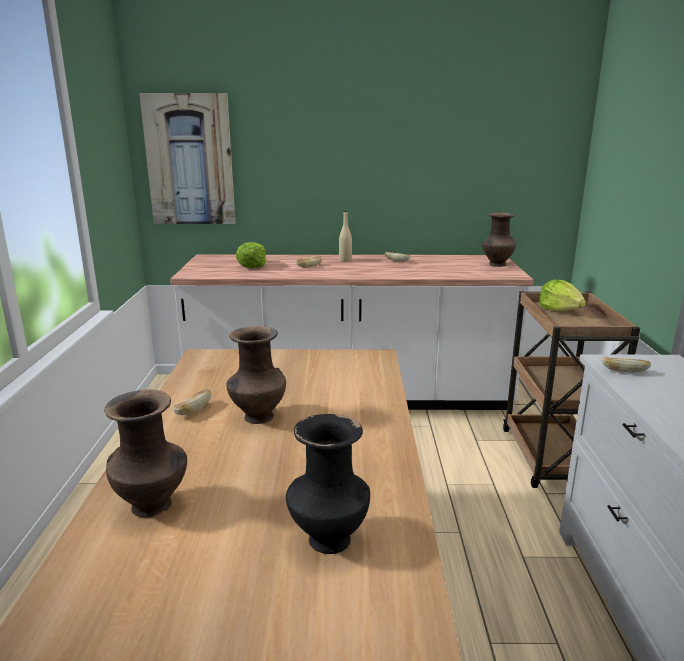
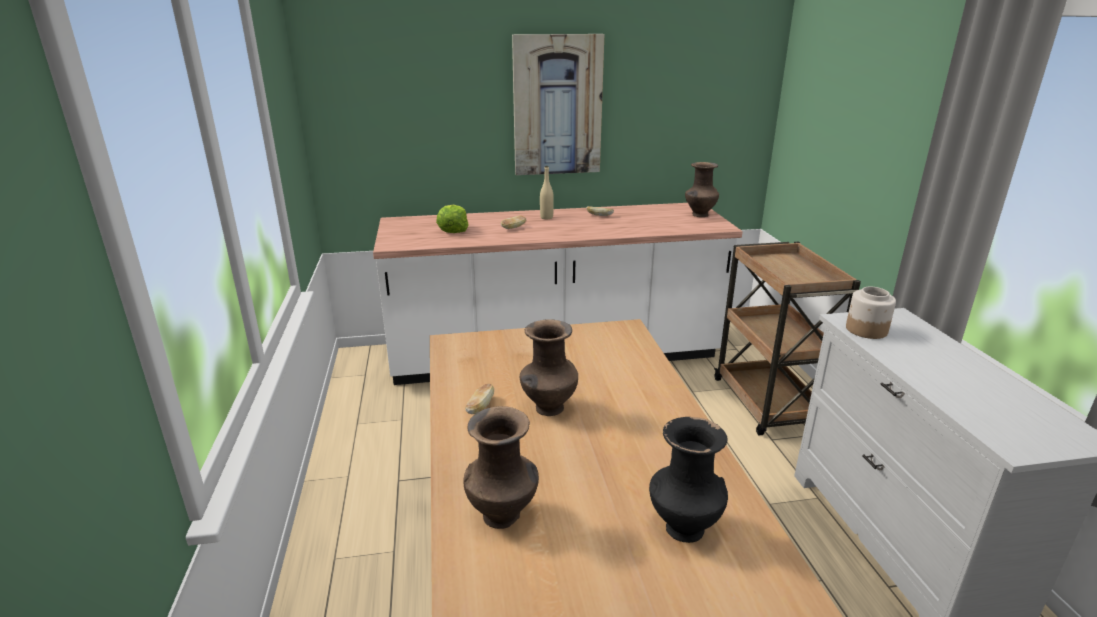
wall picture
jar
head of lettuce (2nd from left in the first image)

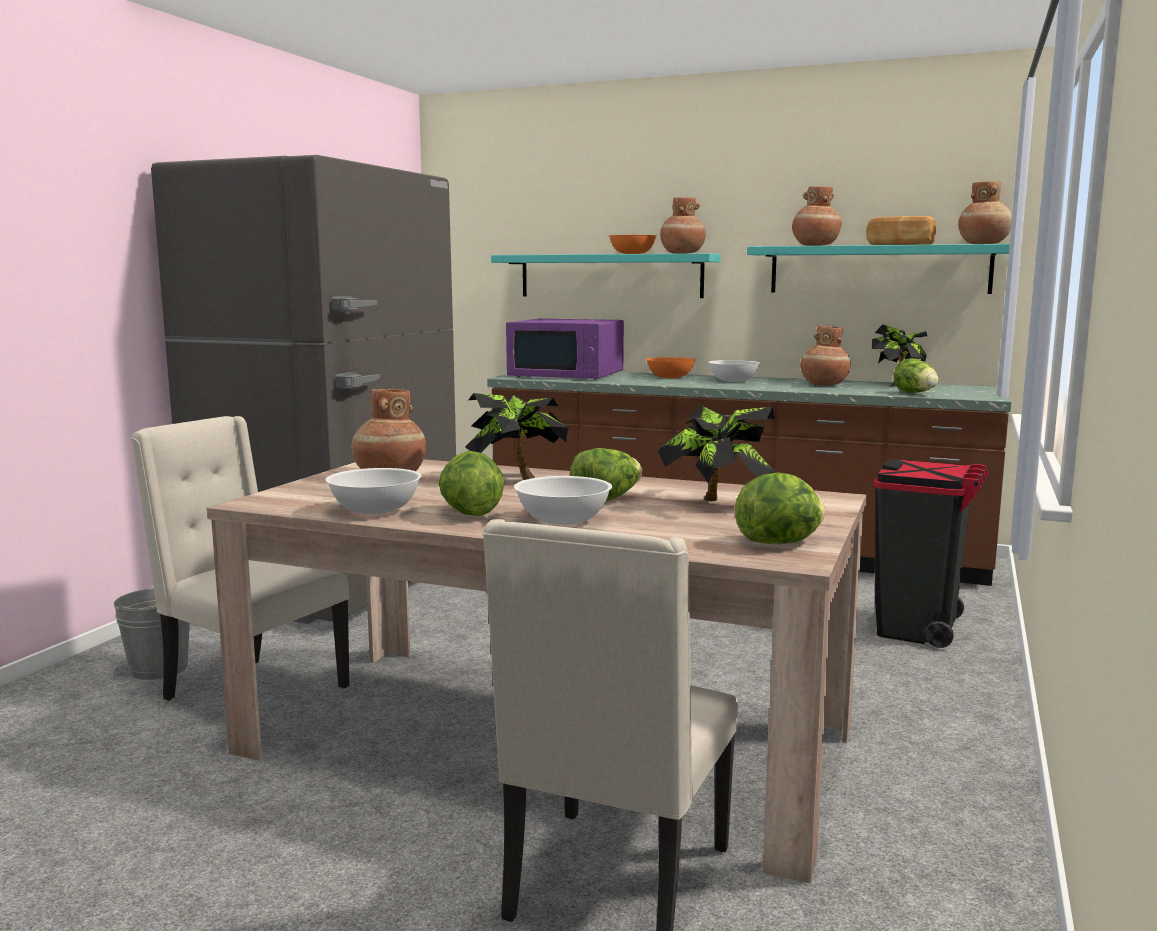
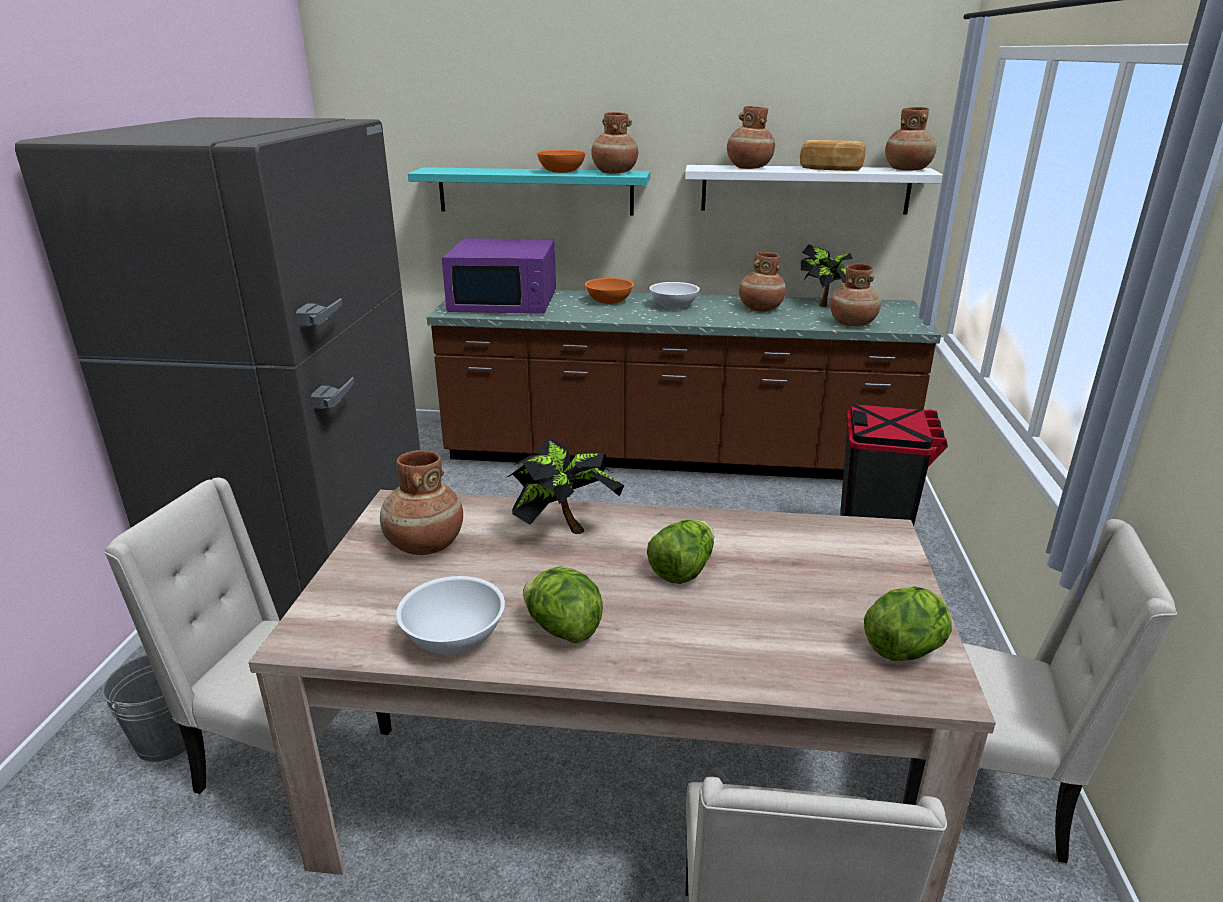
white wall shelf
brown flower vase (5th from left)
beige-coloured plain chair (3rd from left)
white serving bowl (2nd from left in the first image)
plant in a pot (2nd from left in the first image)

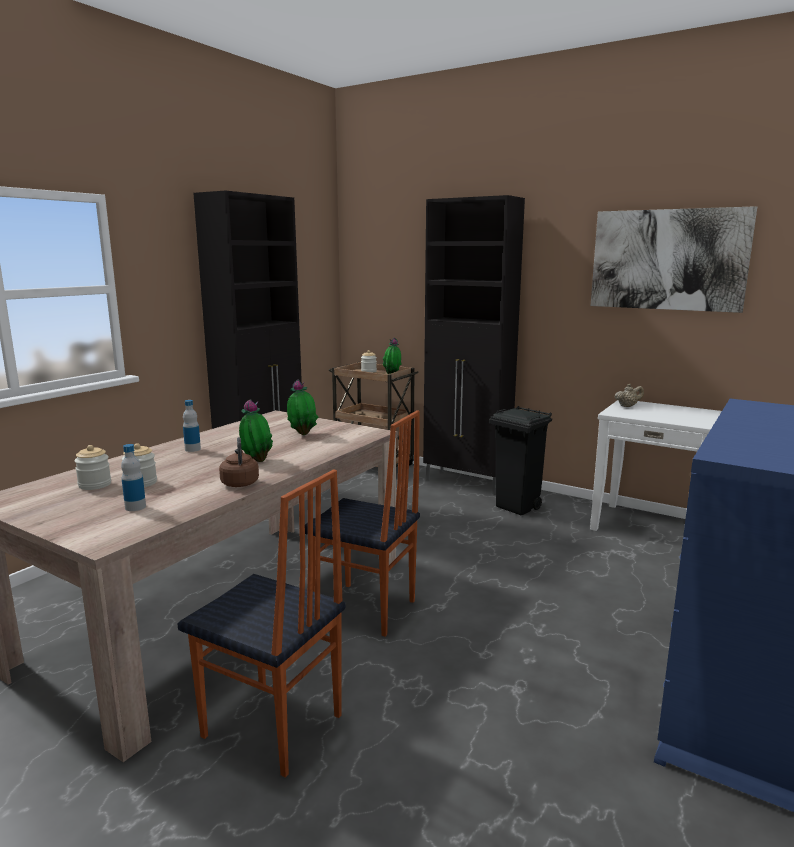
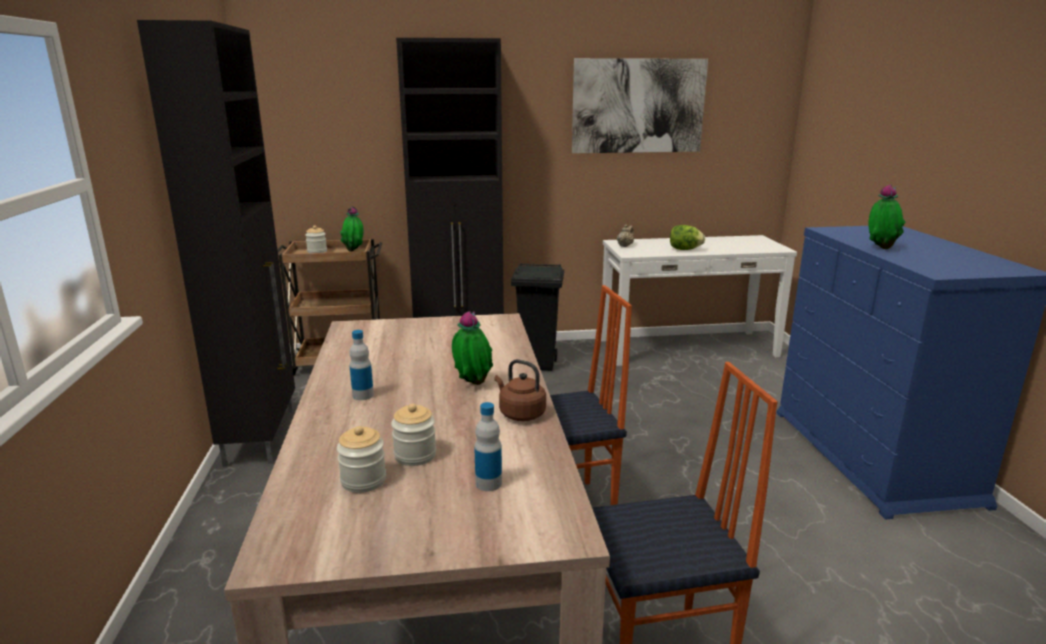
head of lettuce
plant in a pot (3rd from left)

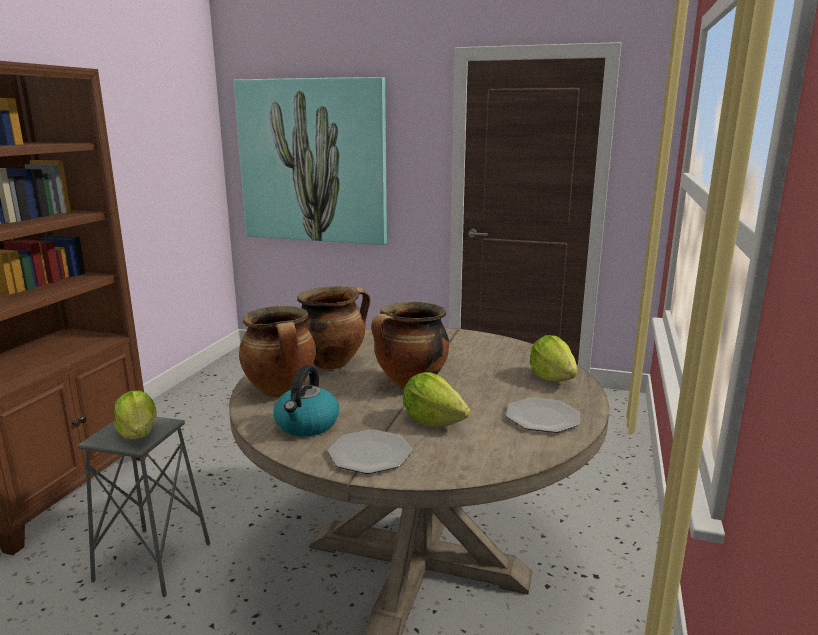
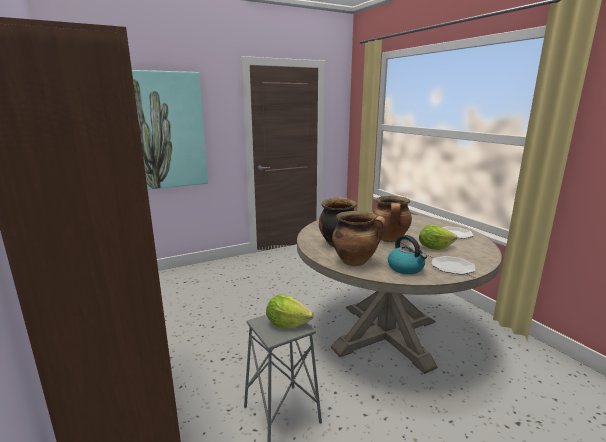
head of lettuce (3rd from left in the first image)

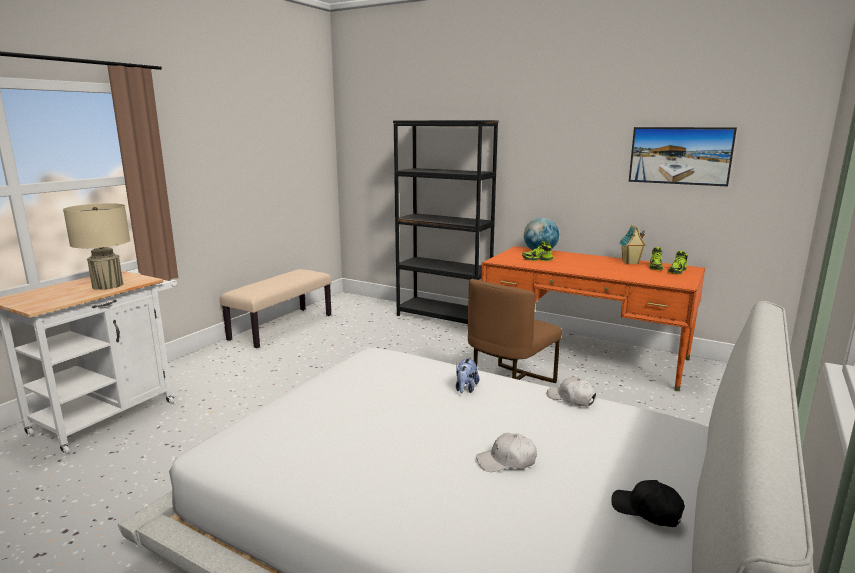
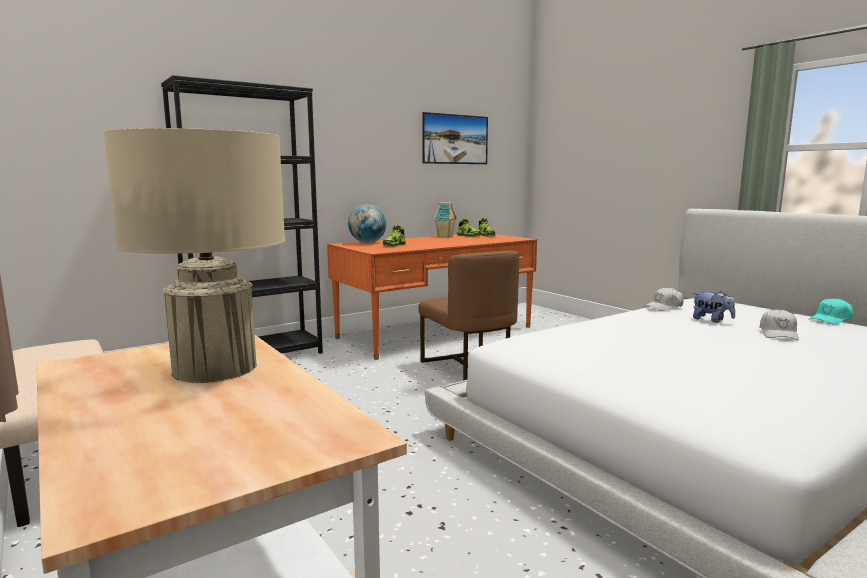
cuddly toy
blue-green cap

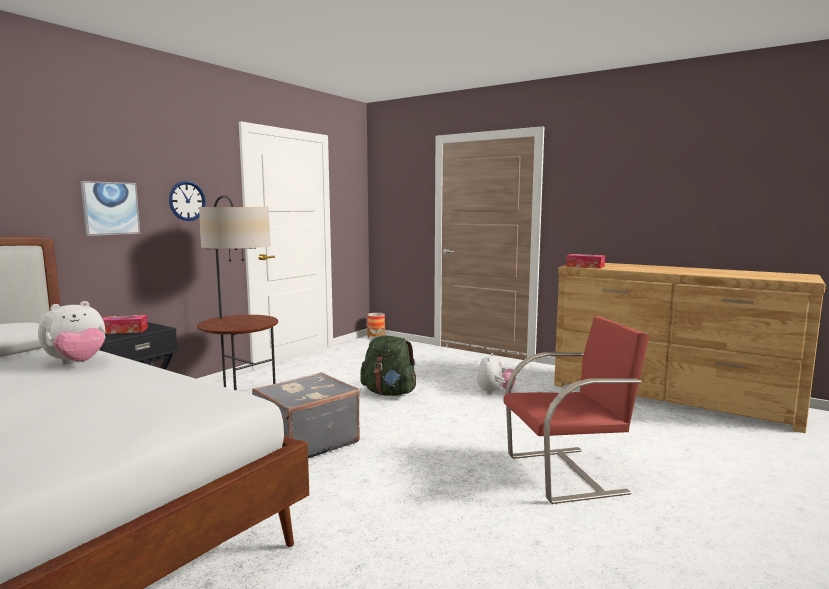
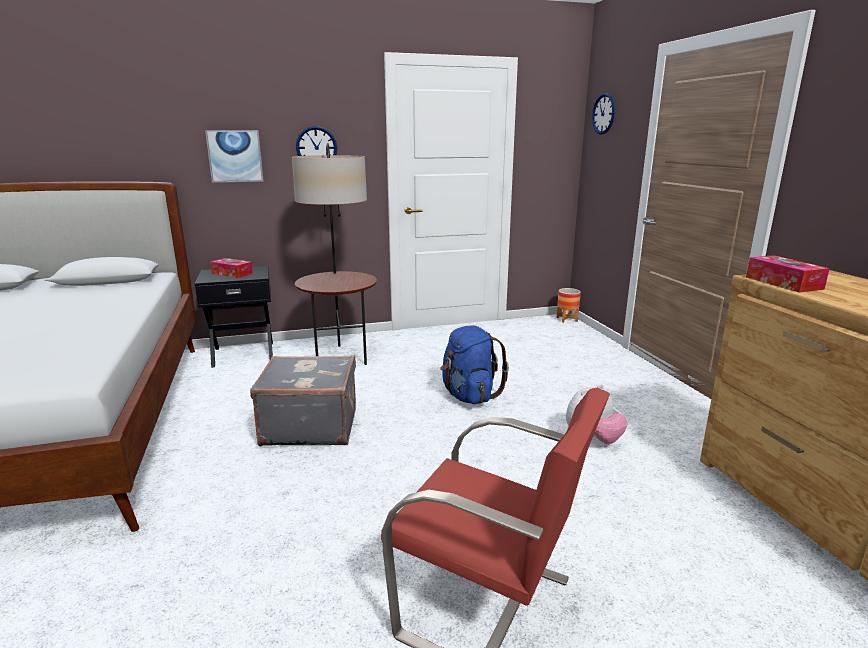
bluish rucksack
clock on the wall (2nd from left)
cuddly toy (1st from left in the first image)

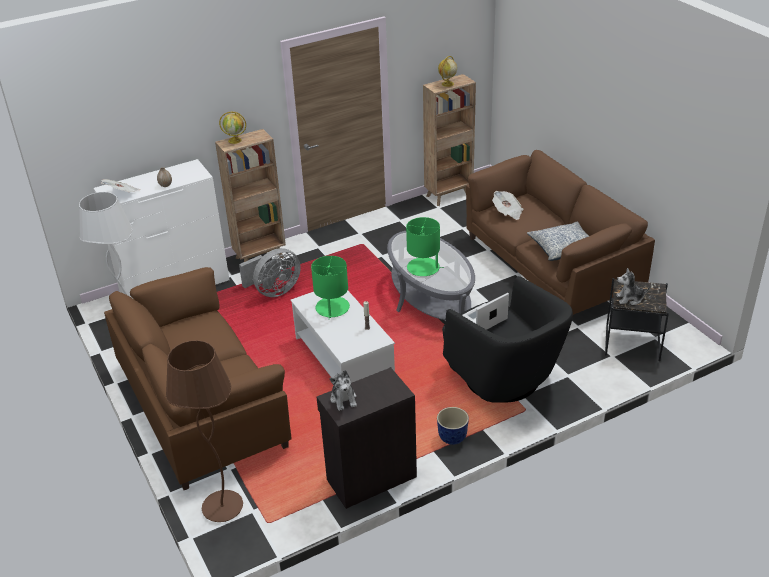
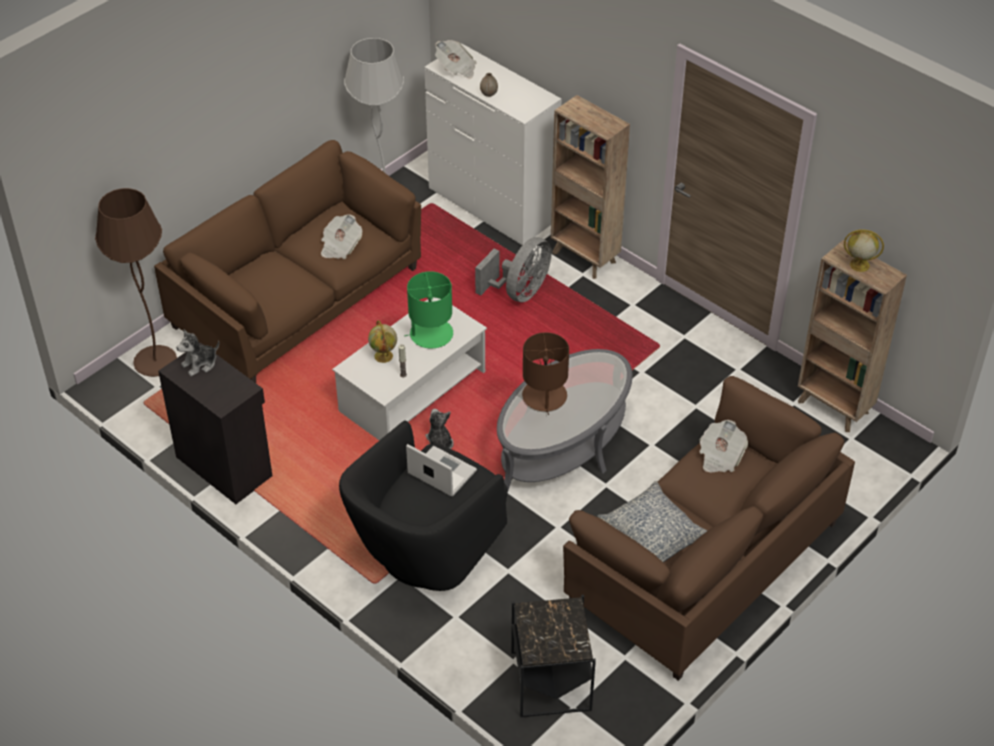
daily paper (1st from left)
world globe (1st from left)
cuddly toy (2nd from left)
grey fan
brown table lamp
planter

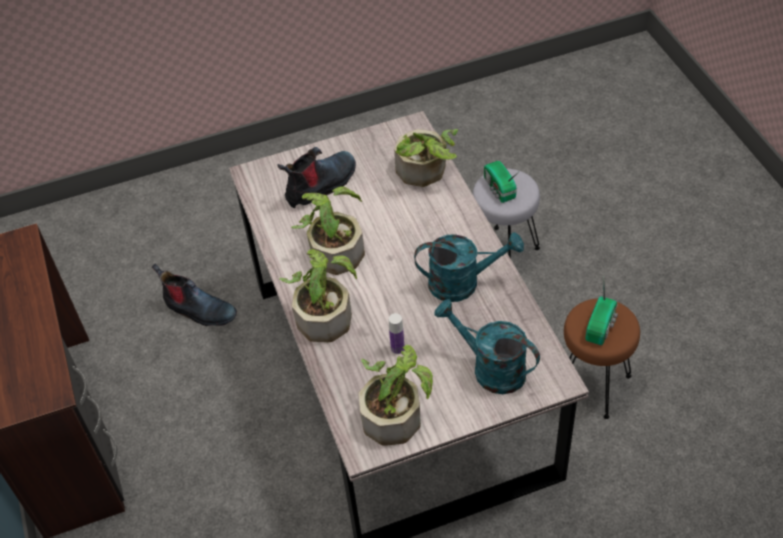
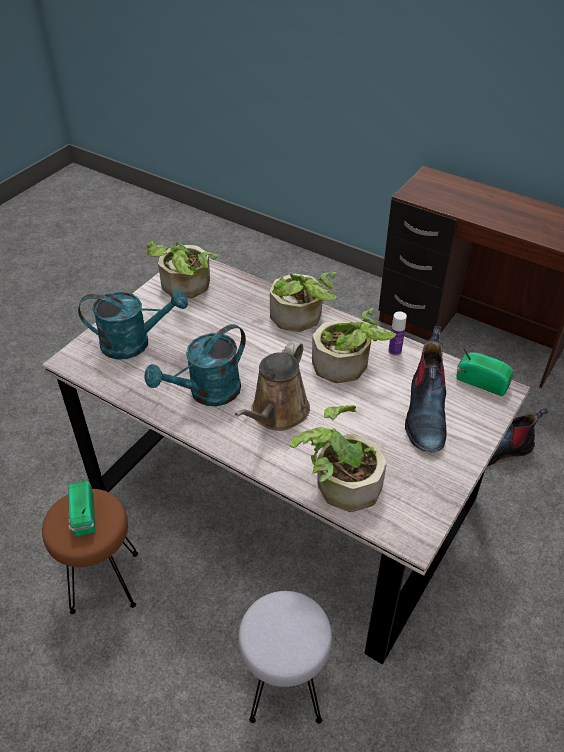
brown watering pot
bottle
radio receiver (2nd from left)

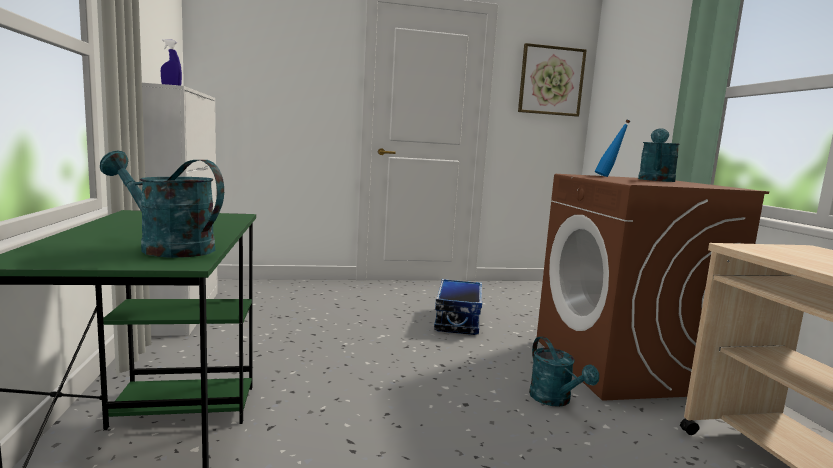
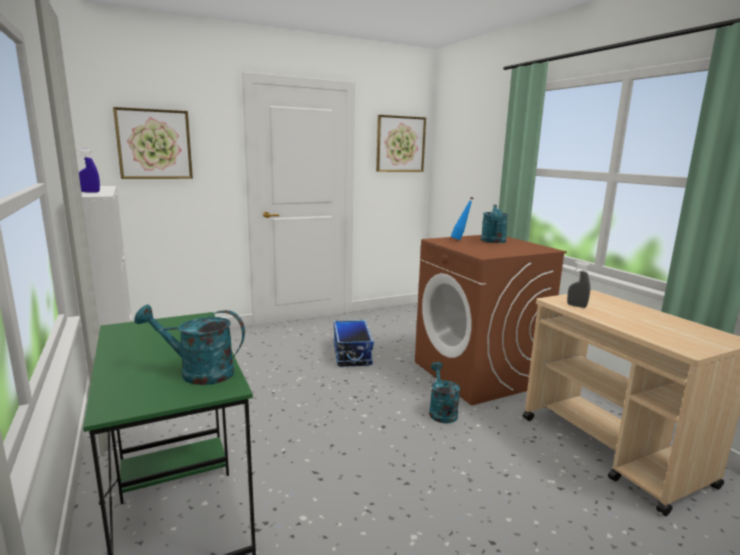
wall picture (1st from left)
blue-green watering pot (2nd from left)
grey spray bottle

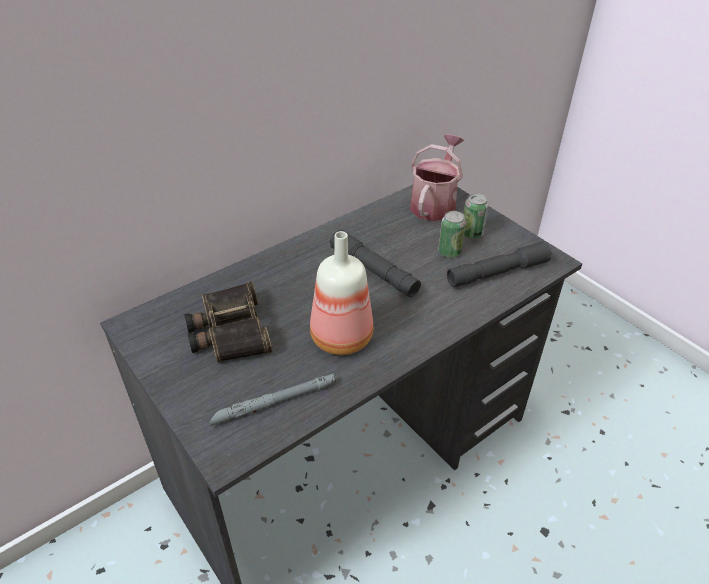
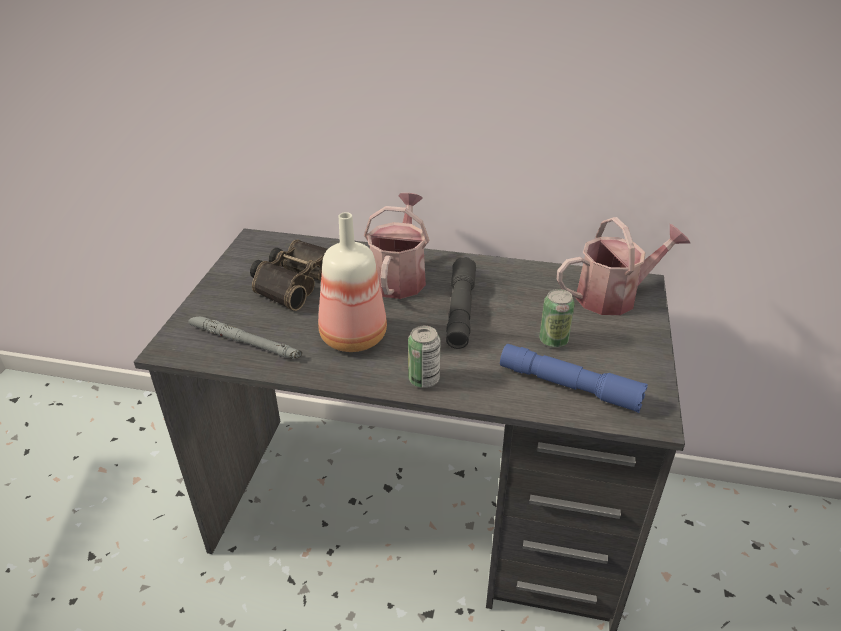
watering pot (1st from left)
can (1st from left)
bluish hand torch

